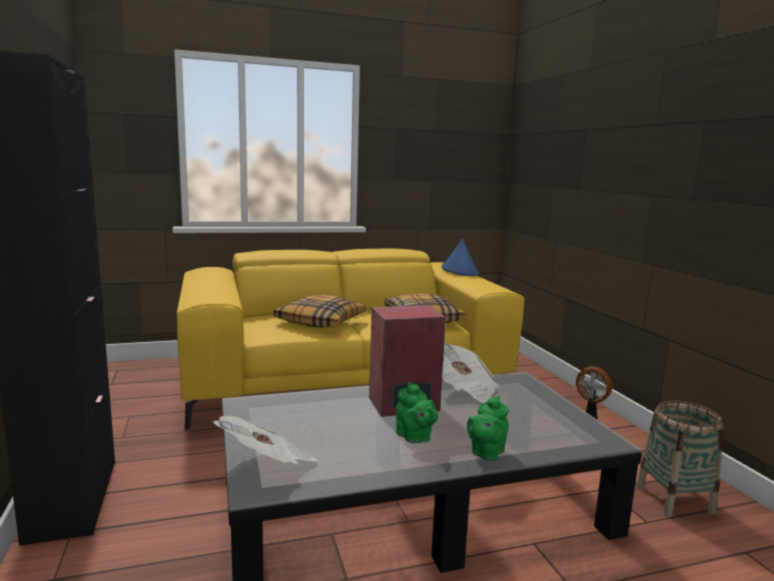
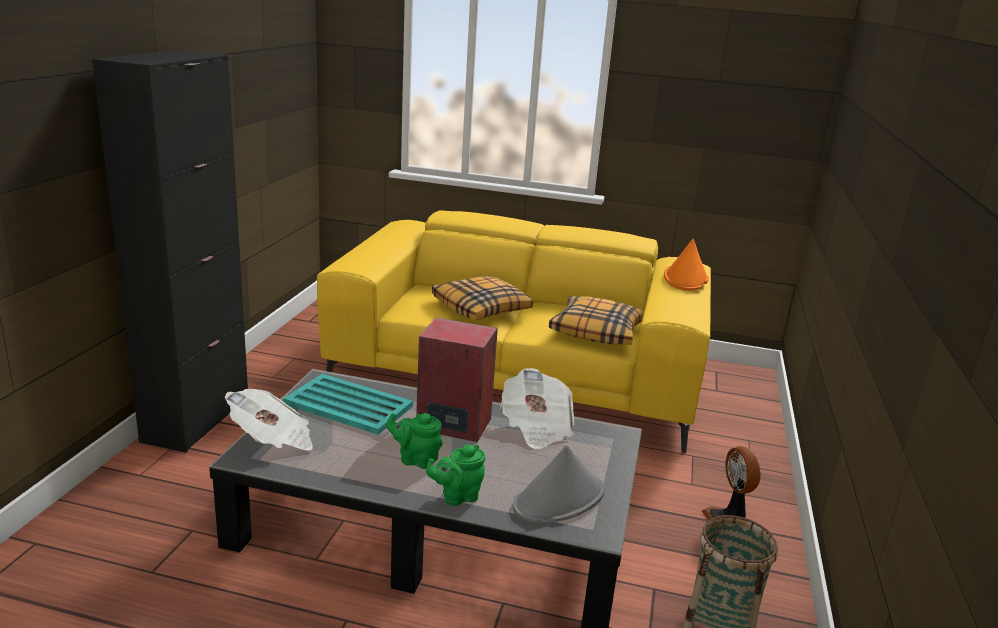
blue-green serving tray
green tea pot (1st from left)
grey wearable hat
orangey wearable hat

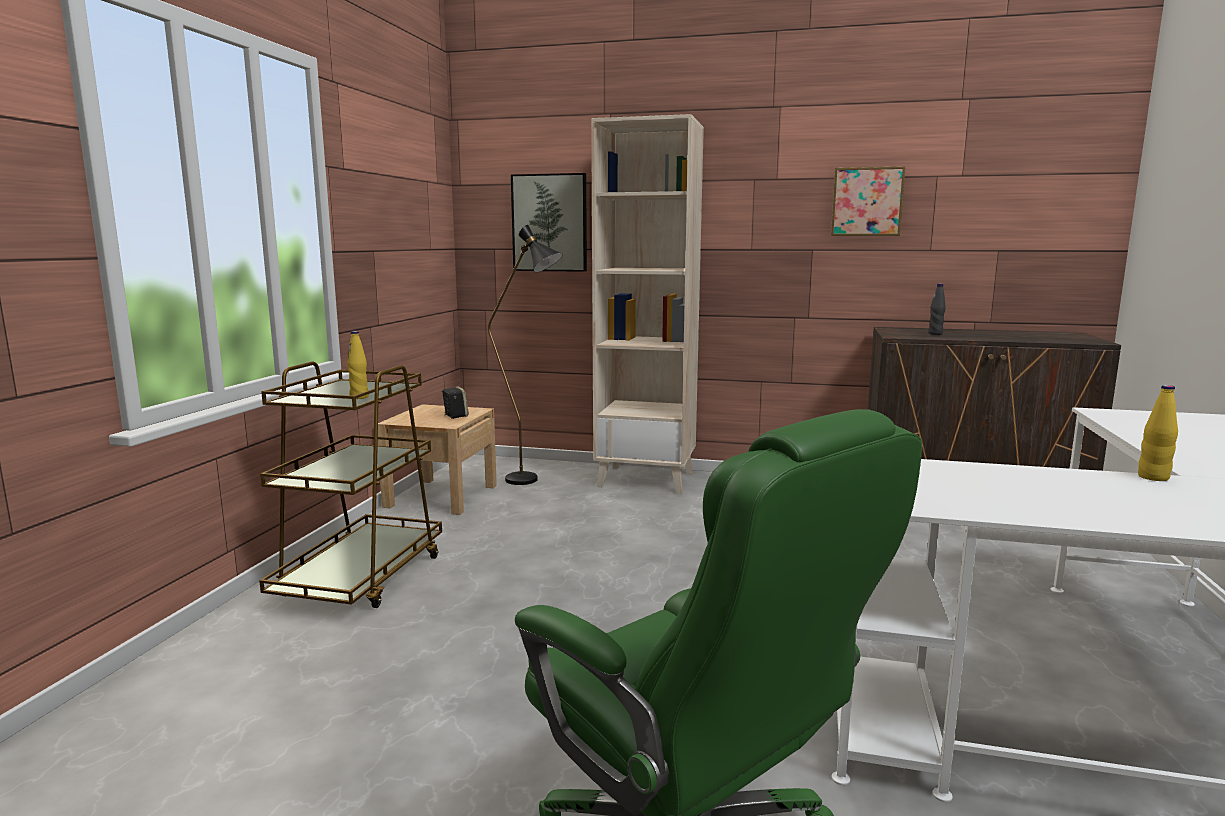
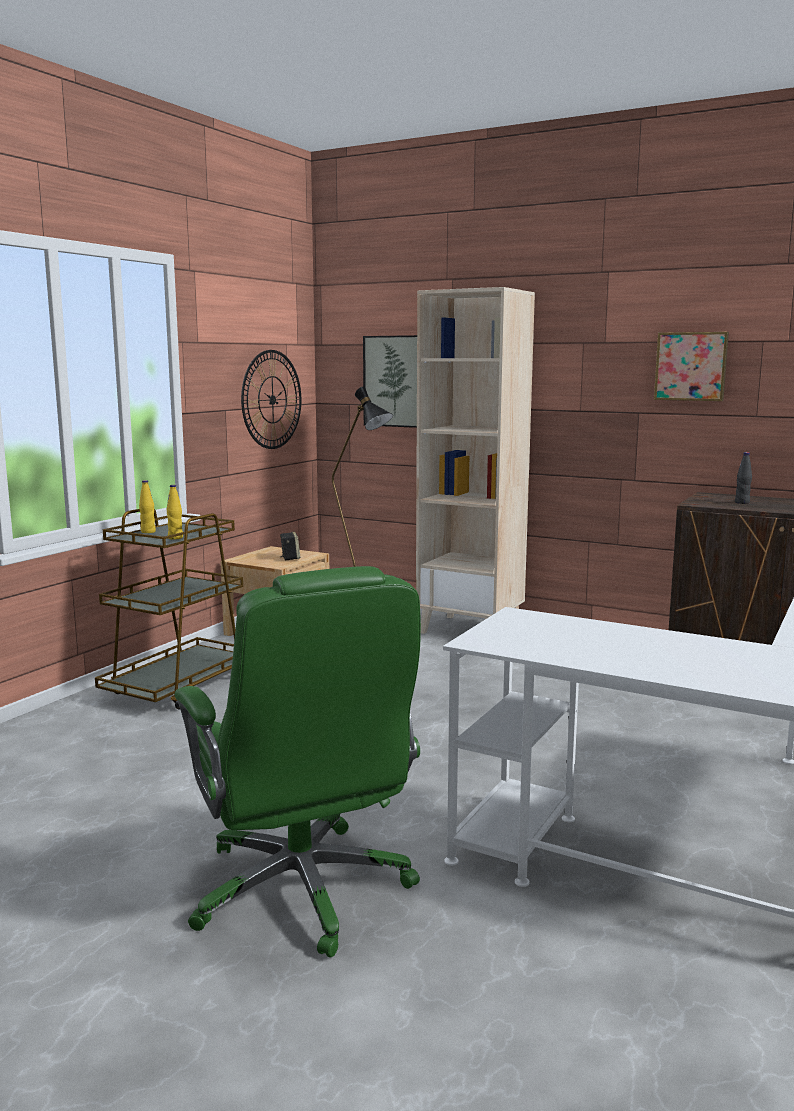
yellow bottle (1st from left)
clock on the wall

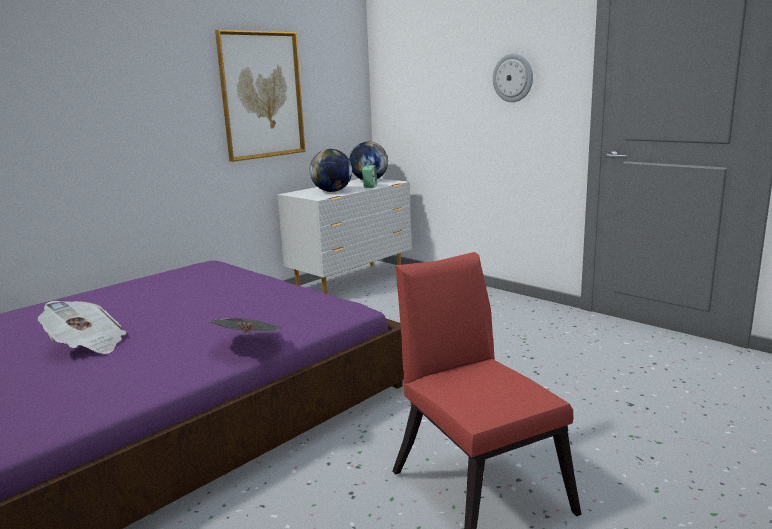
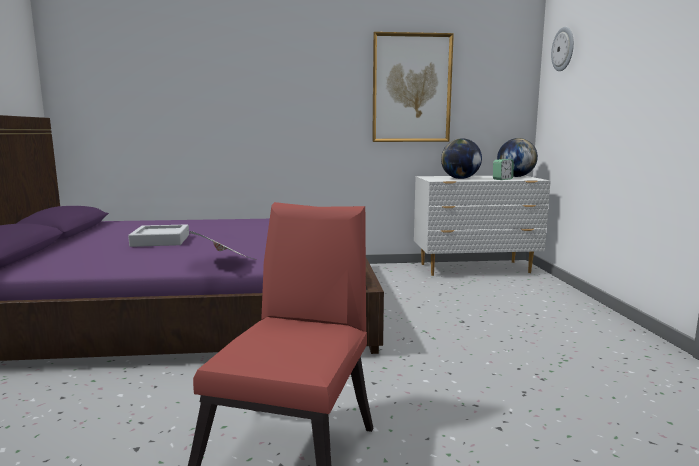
grey serving tray
clock on the wall

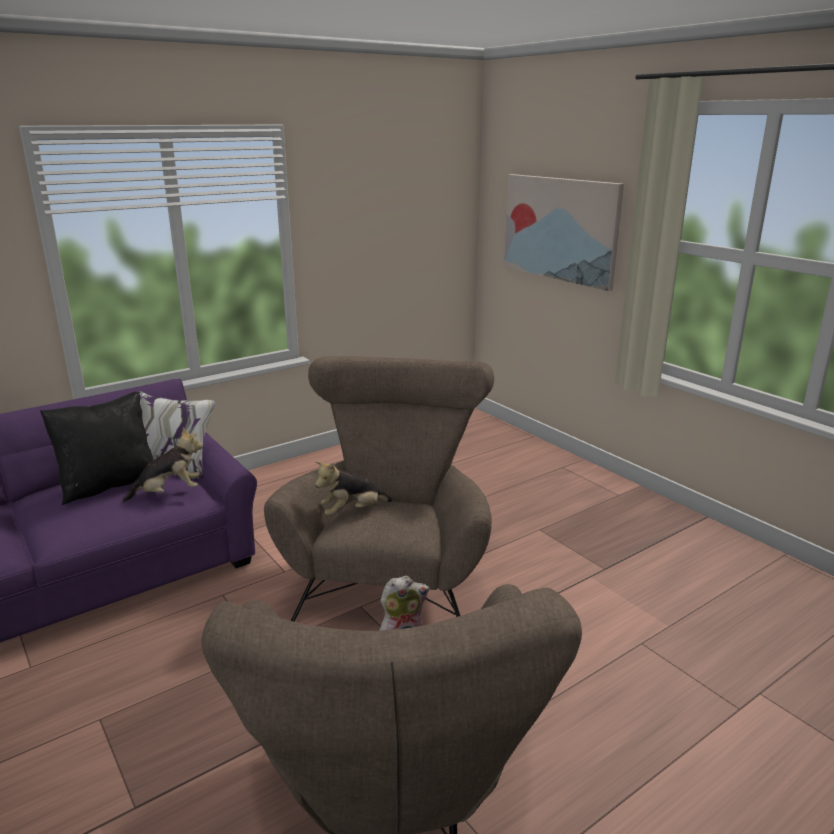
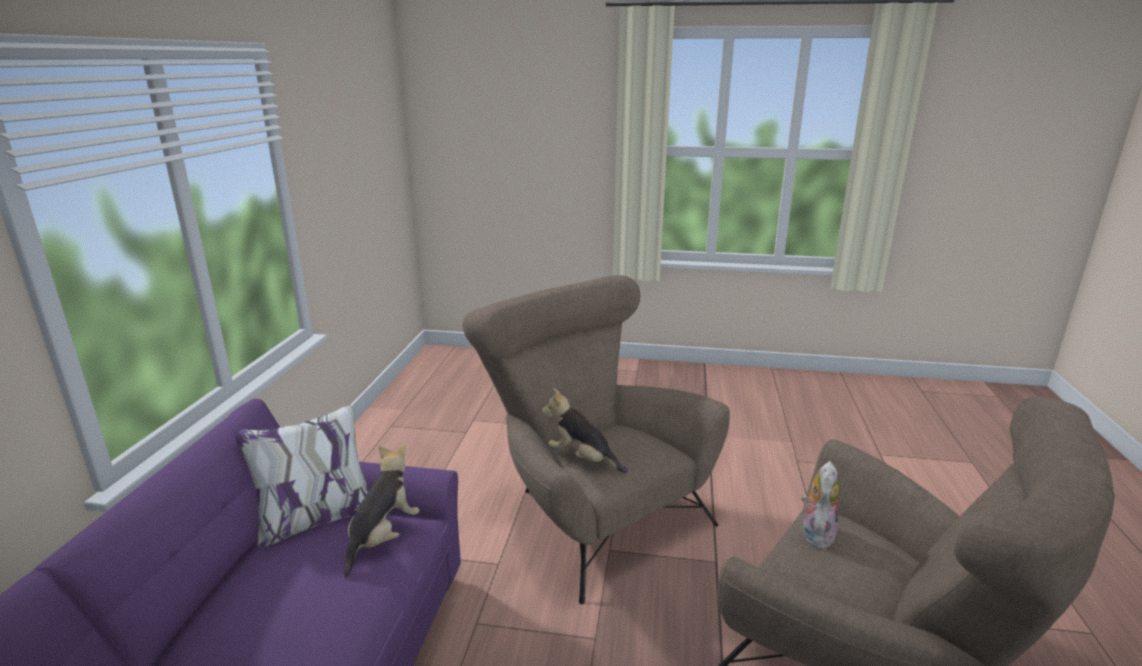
cuddly toy (2nd from left)
black-coloured pillow
wall picture

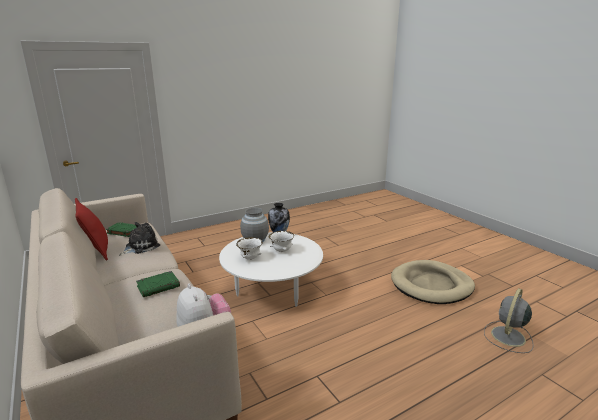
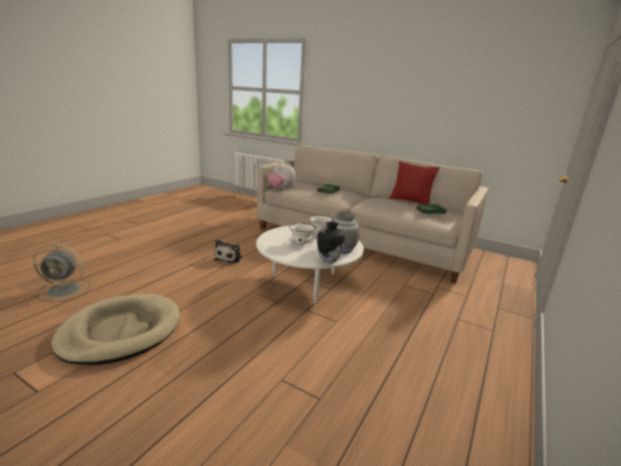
grey fan
cuddly toy (1st from left)

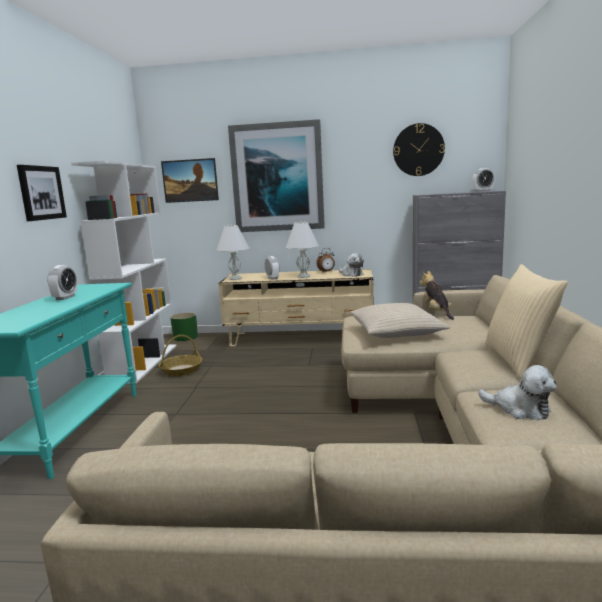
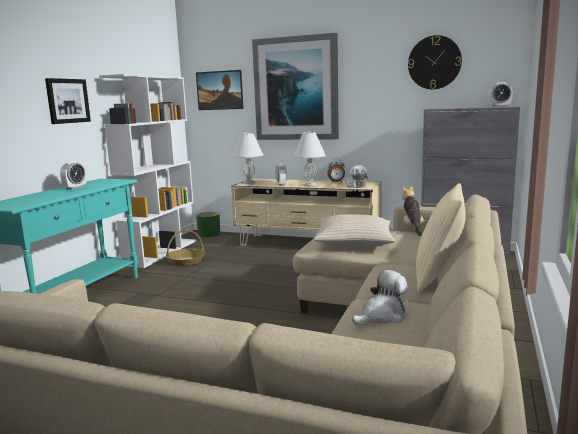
cuddly toy (2nd from left)

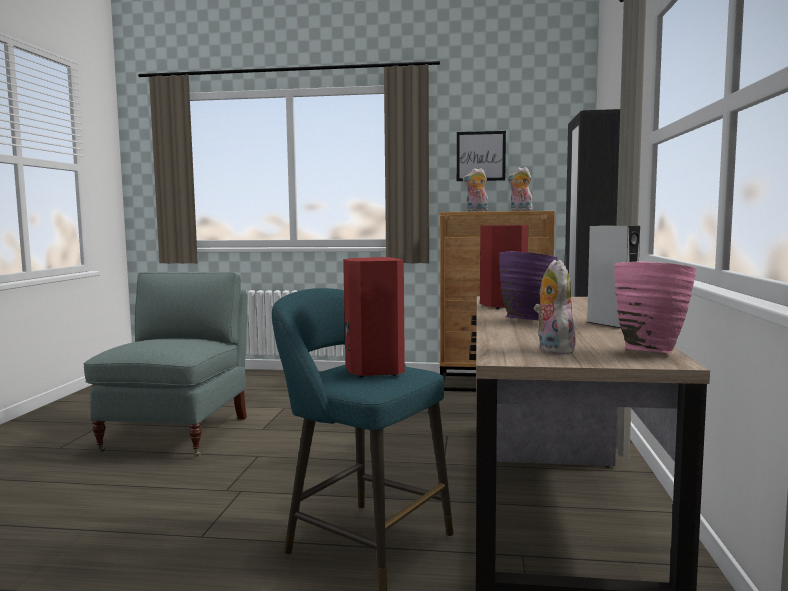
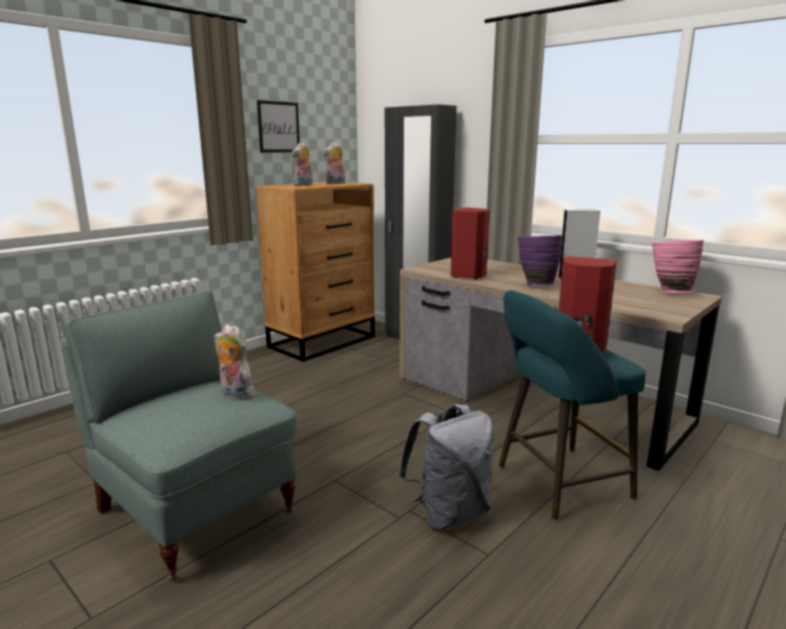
cuddly toy (1st from left)
grey rucksack

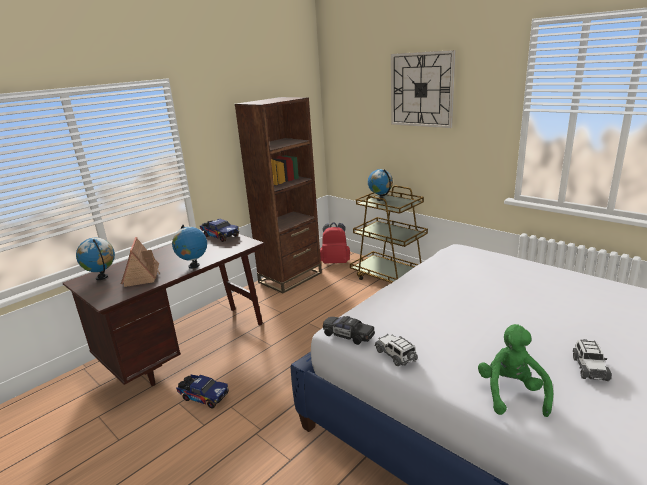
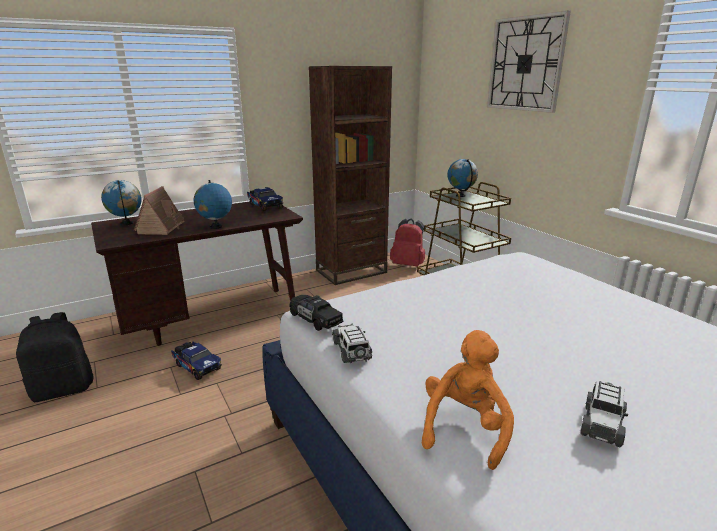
black-coloured rucksack
orangey cuddly toy

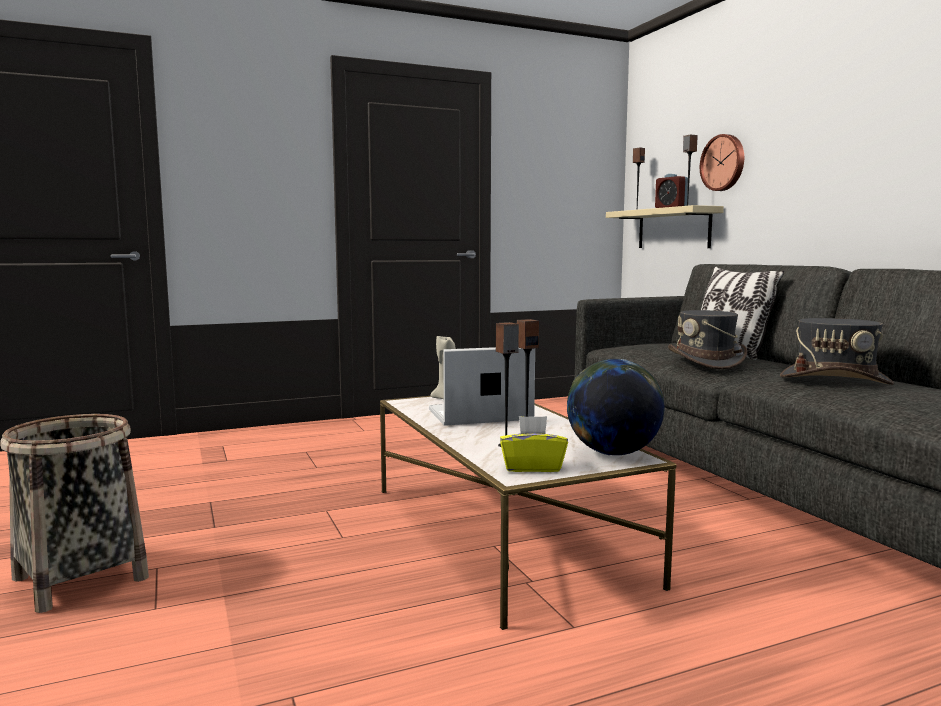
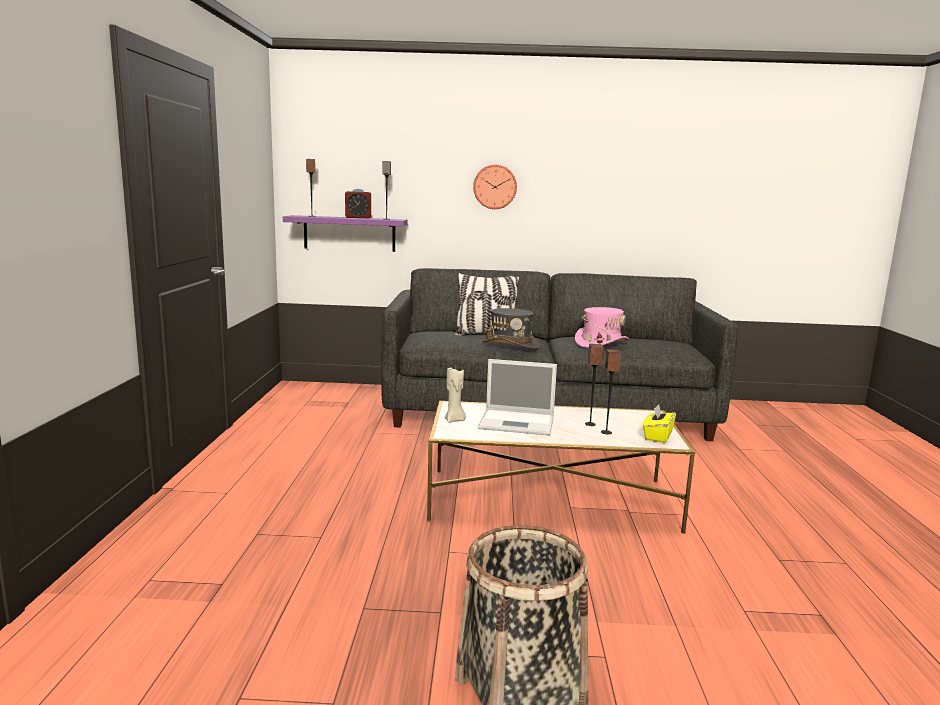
purple wall shelf
clock on the wall
portable computer
pink-coloured wearable hat
world globe

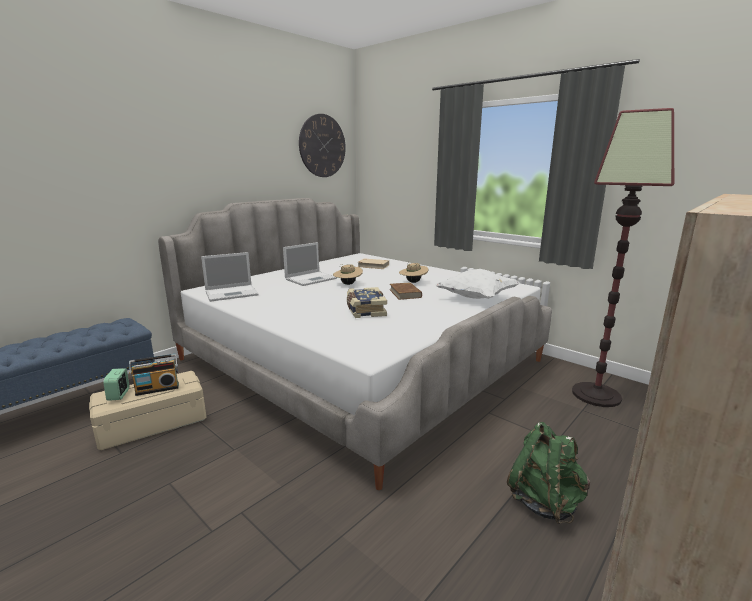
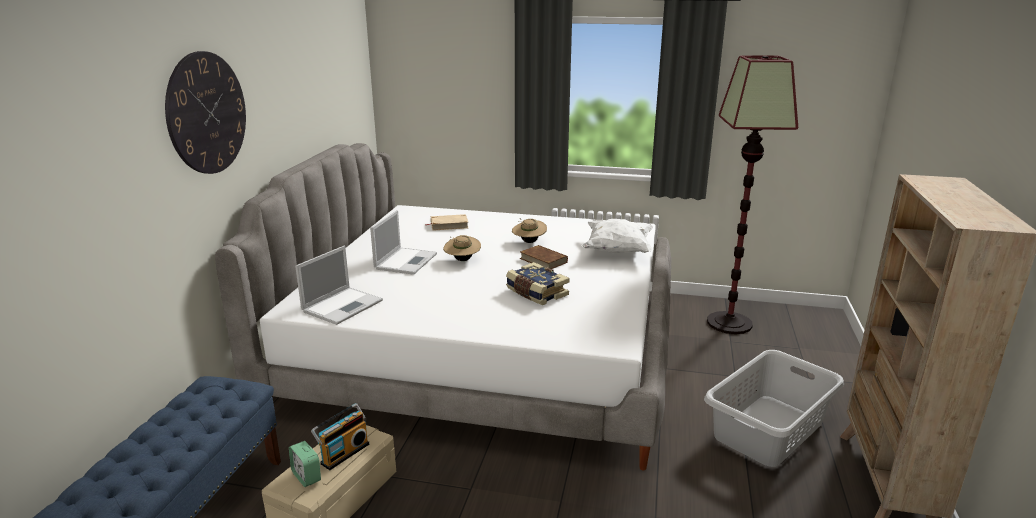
clock on the wall
grey washing basket

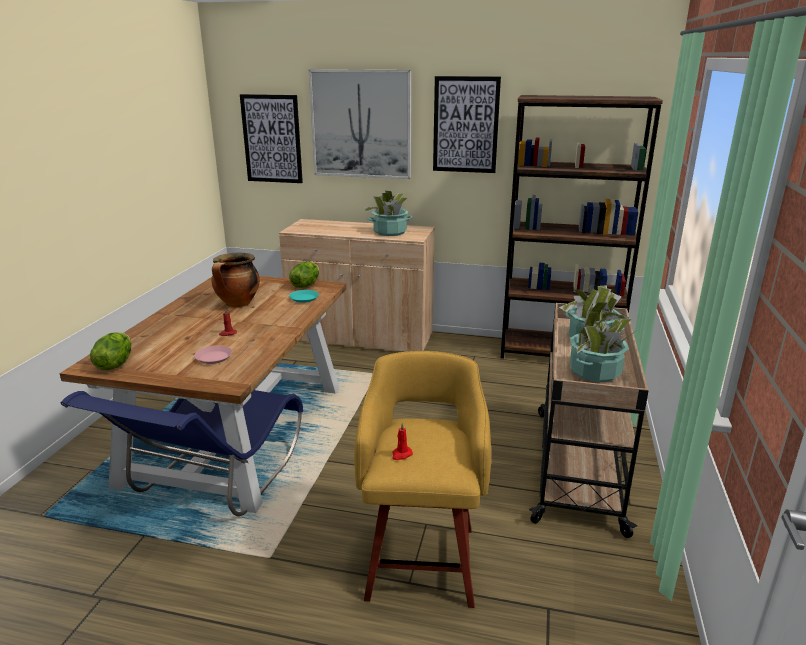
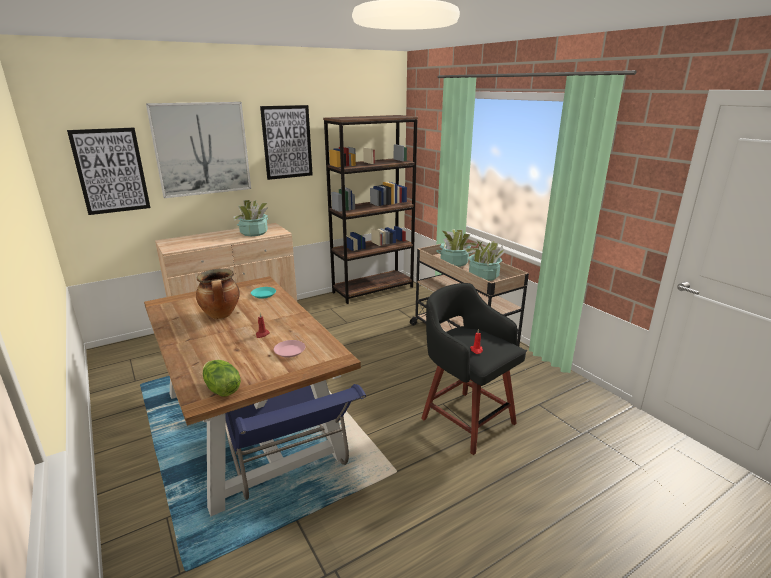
black-coloured stool seat
head of lettuce (2nd from left in the first image)

